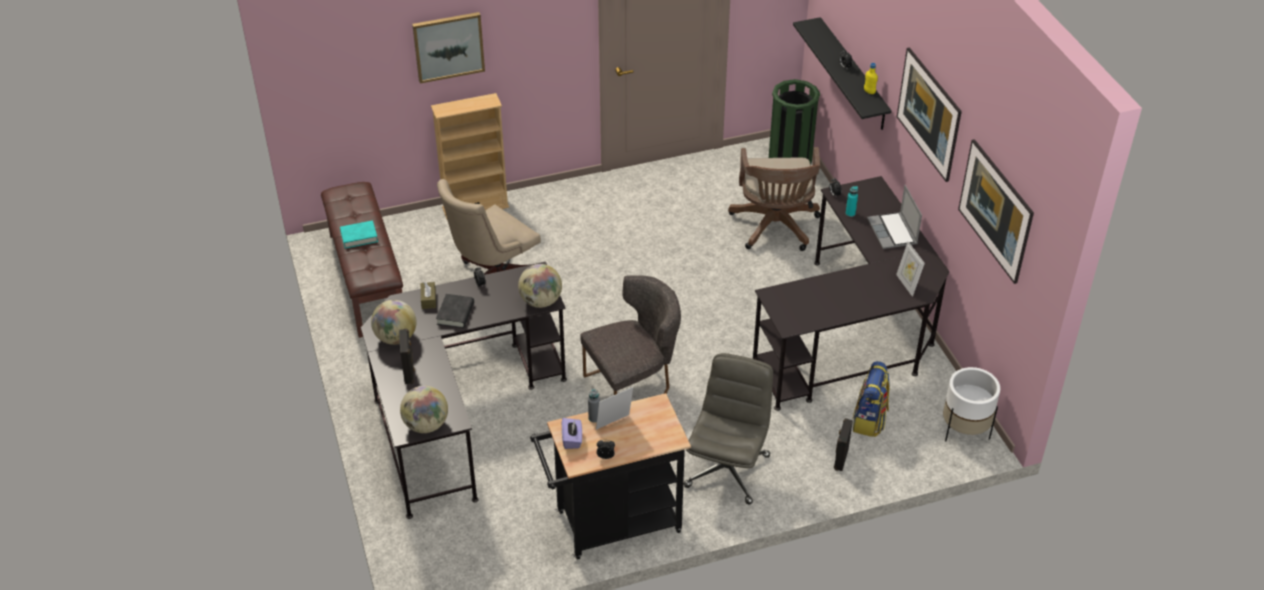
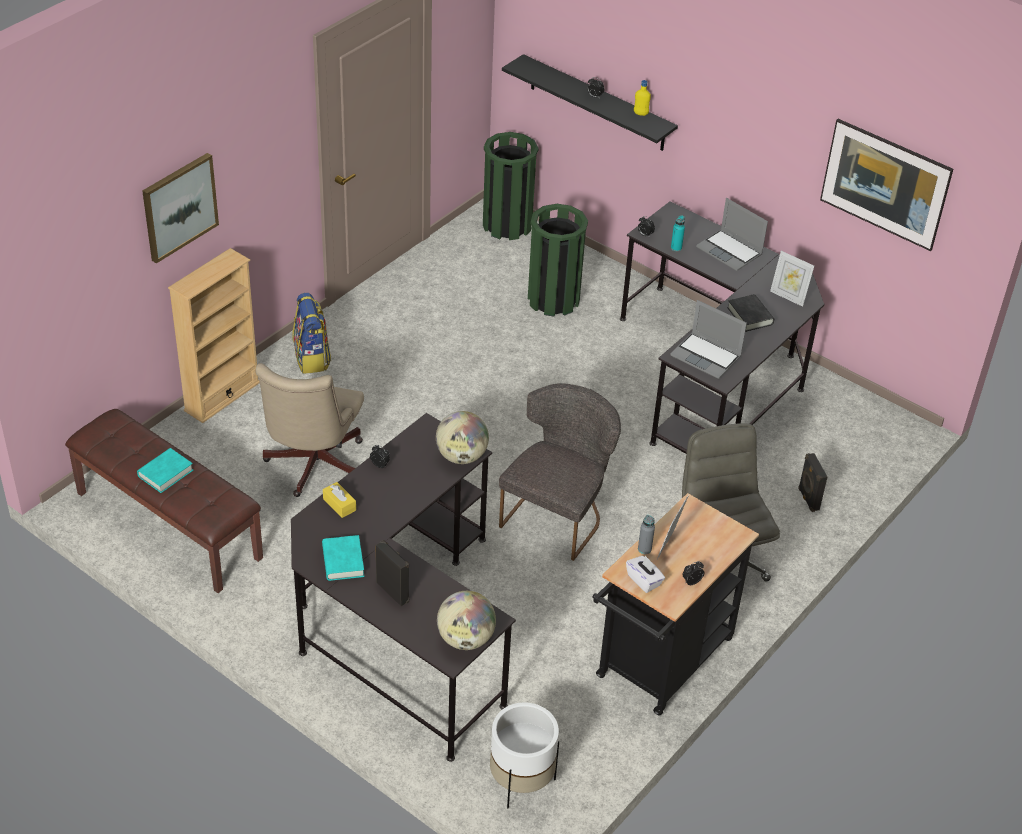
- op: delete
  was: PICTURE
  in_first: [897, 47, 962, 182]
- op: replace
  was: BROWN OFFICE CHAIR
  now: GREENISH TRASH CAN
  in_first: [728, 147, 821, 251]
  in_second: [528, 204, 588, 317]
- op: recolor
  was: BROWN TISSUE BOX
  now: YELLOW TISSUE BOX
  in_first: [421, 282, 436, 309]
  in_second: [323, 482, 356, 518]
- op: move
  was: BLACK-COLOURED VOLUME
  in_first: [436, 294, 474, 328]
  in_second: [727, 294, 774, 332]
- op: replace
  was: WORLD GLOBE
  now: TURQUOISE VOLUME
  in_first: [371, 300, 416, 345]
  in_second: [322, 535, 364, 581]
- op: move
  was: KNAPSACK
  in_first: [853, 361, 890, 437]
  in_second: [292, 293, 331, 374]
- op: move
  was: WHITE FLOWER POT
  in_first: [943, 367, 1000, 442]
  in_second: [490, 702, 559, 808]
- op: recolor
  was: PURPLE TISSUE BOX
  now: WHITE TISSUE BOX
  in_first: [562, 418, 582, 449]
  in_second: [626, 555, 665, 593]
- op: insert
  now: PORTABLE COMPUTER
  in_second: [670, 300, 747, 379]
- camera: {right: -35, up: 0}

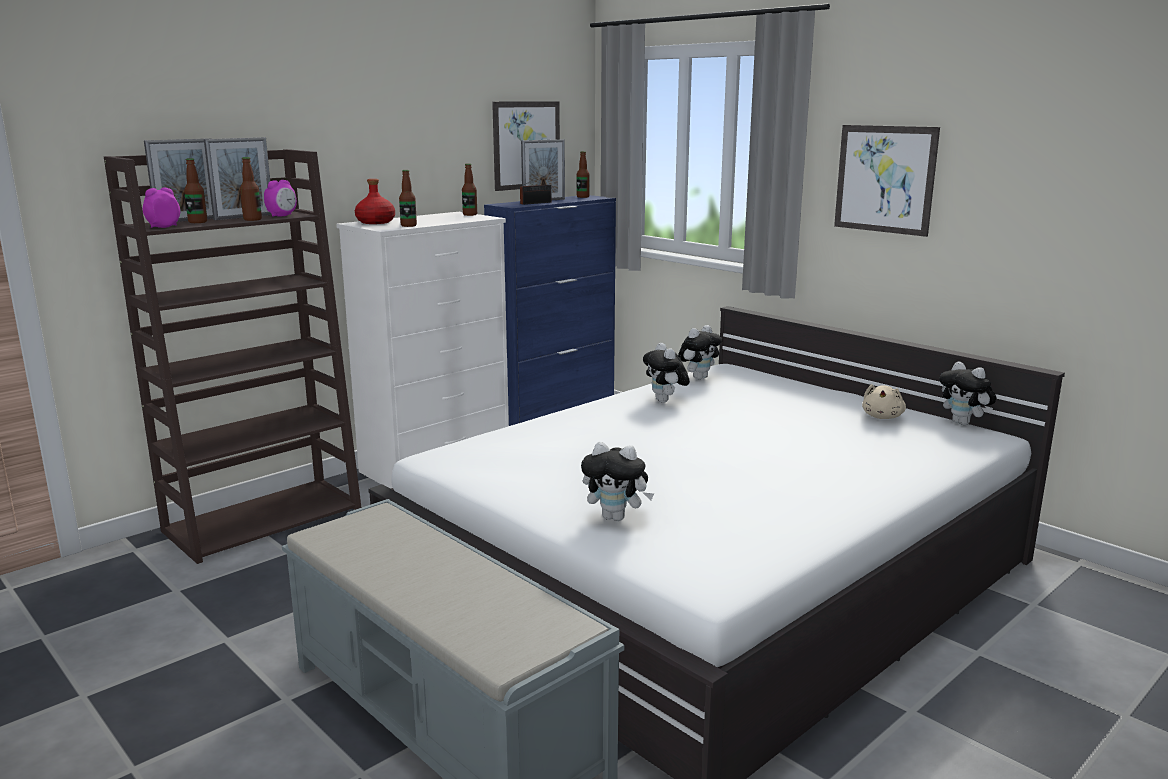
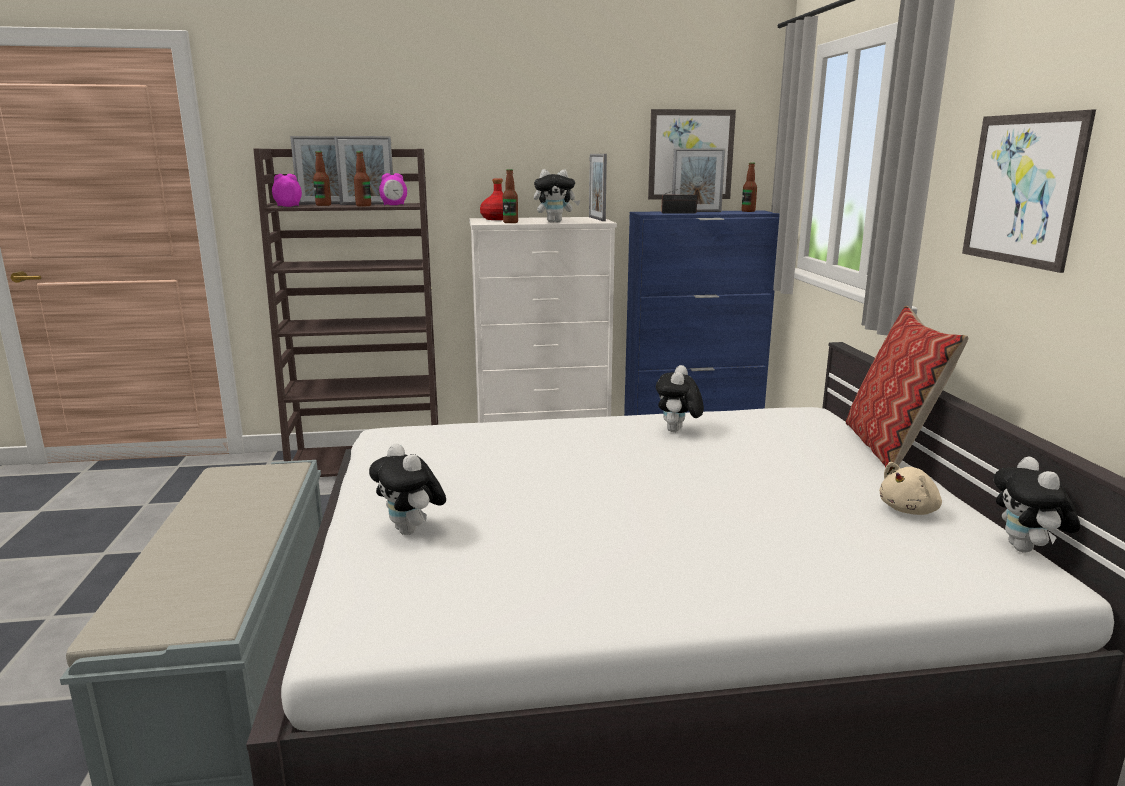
- op: replace
  was: BOTTLE
  now: PICTURE FRAME
  in_first: [462, 163, 477, 216]
  in_second: [589, 154, 607, 221]
- op: move
  was: CUDDLY TOY
  in_first: [678, 325, 722, 379]
  in_second: [534, 169, 580, 223]
- op: insert
  now: PILLOW
  in_second: [846, 306, 968, 468]
- camera: {right: 35, up: 0}

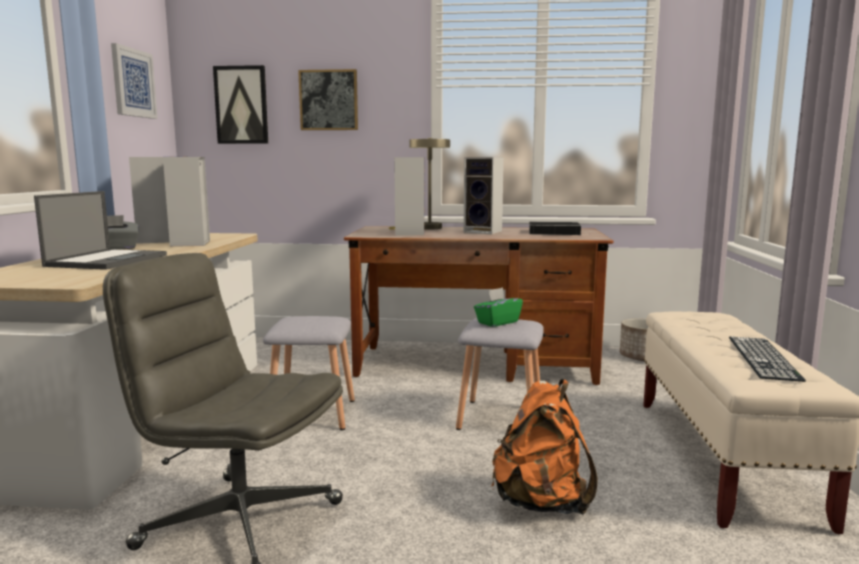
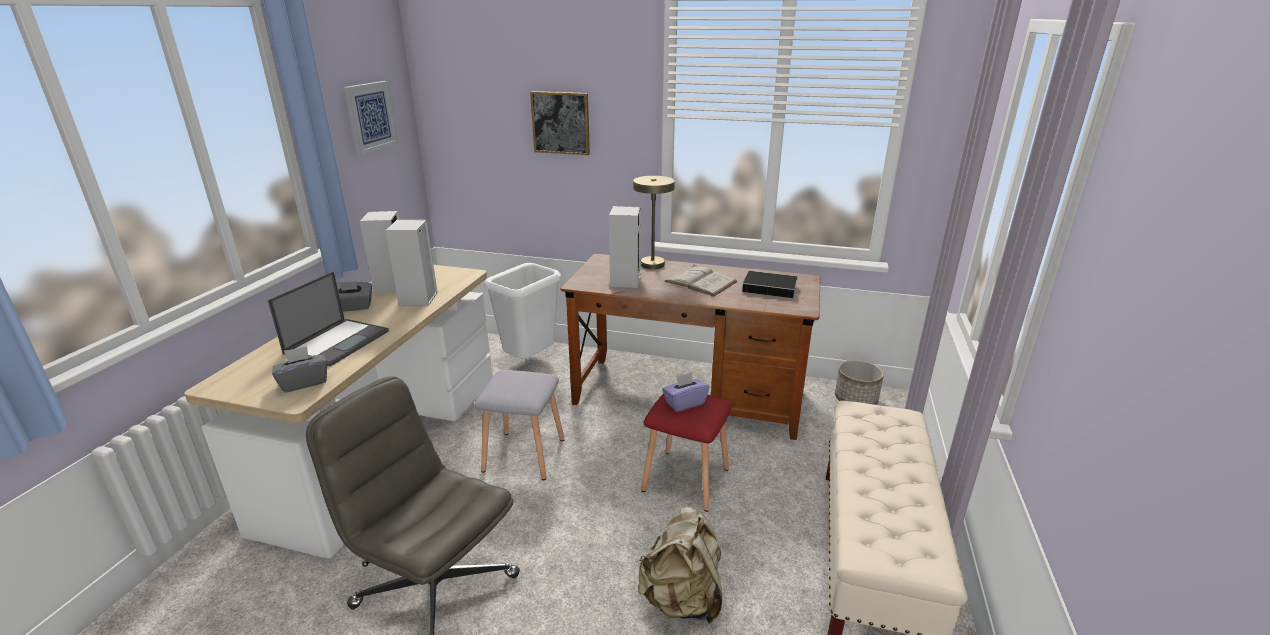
- op: delete
  was: PICTURE
  in_first: [213, 65, 268, 144]
- op: replace
  was: AUDIO SPEAKER
  now: WHITE VOLUME
  in_first: [464, 157, 504, 234]
  in_second: [664, 265, 738, 296]
- op: recolor
  was: GREENISH TISSUE BOX
  now: PURPLE TISSUE BOX
  in_first: [474, 288, 523, 327]
  in_second: [662, 372, 709, 412]
- op: recolor
  was: GREY SITTING STOOL
  now: RED SITTING STOOL
  in_first: [456, 318, 544, 430]
  in_second: [641, 393, 732, 512]
- op: delete
  was: COMPUTER KEYBOARD
  in_first: [729, 336, 806, 382]
- op: recolor
  was: ORANGE-COLOURED KNAPSACK
  now: BEIGE-COLOURED KNAPSACK
  in_first: [491, 379, 598, 515]
  in_second: [638, 507, 722, 624]
- op: insert
  now: WHITE TRASH CAN
  in_second: [484, 263, 561, 359]
- op: insert
  now: GREY TISSUE BOX
  in_second: [272, 346, 327, 392]
- camera: {right: 10, up: 15}

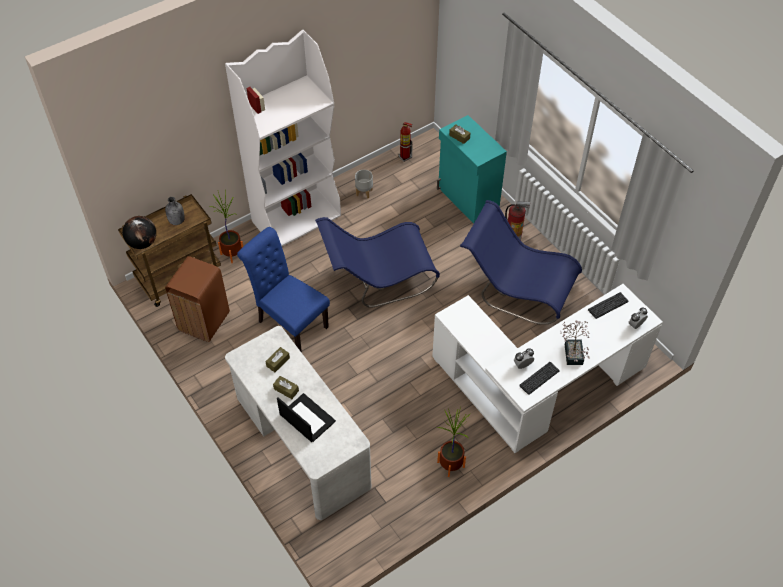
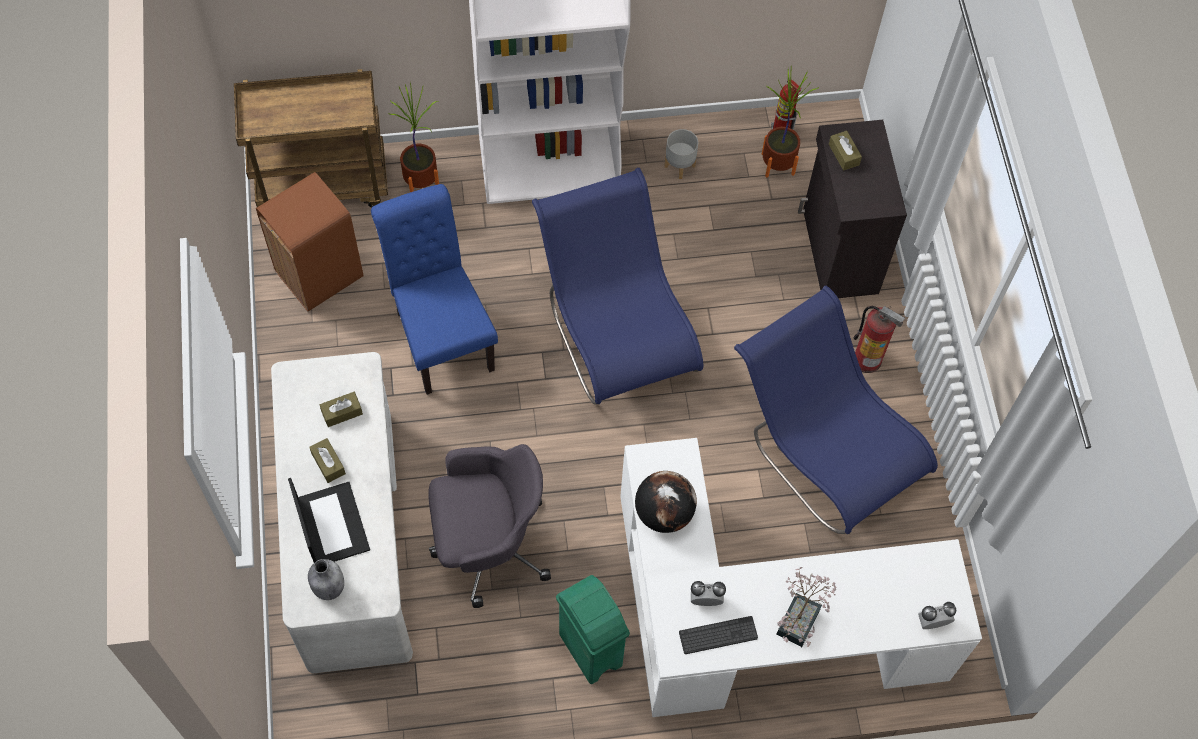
- op: recolor
  was: TURQUOISE CUPBOARD
  now: BLACK-COLOURED CUPBOARD
  in_first: [437, 115, 507, 224]
  in_second: [798, 120, 907, 298]
- op: move
  was: GREY BOTTLE
  in_first: [165, 197, 185, 225]
  in_second: [308, 559, 344, 600]
- op: move
  was: WORLD GLOBE
  in_first: [122, 216, 156, 249]
  in_second: [635, 471, 697, 533]
- op: rotate
  was: BLUE-COLOURED PLAIN CHAIR
  in_first: [315, 217, 440, 308]
  in_second: [532, 168, 703, 405]
  clockwise: 60
- op: delete
  was: COMPUTER KEYBOARD
  in_first: [588, 292, 628, 319]
- op: move
  was: POTTED PLANT
  in_first: [437, 407, 470, 477]
  in_second: [762, 69, 819, 177]
- op: insert
  now: GREY OFFICE CHAIR
  in_second: [428, 444, 551, 608]
- op: insert
  now: GREENISH TRASH CAN
  in_second: [556, 575, 630, 684]
- camera: {right: 25, up: 10}

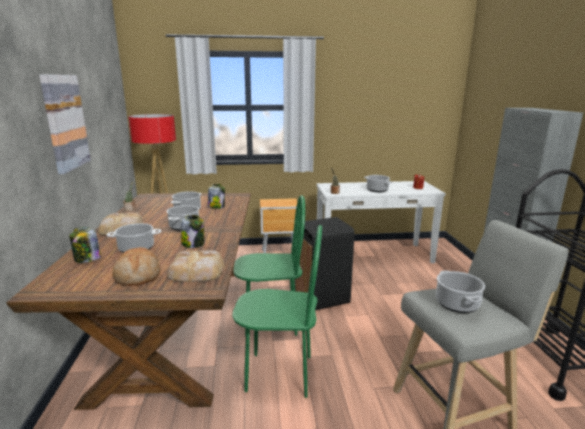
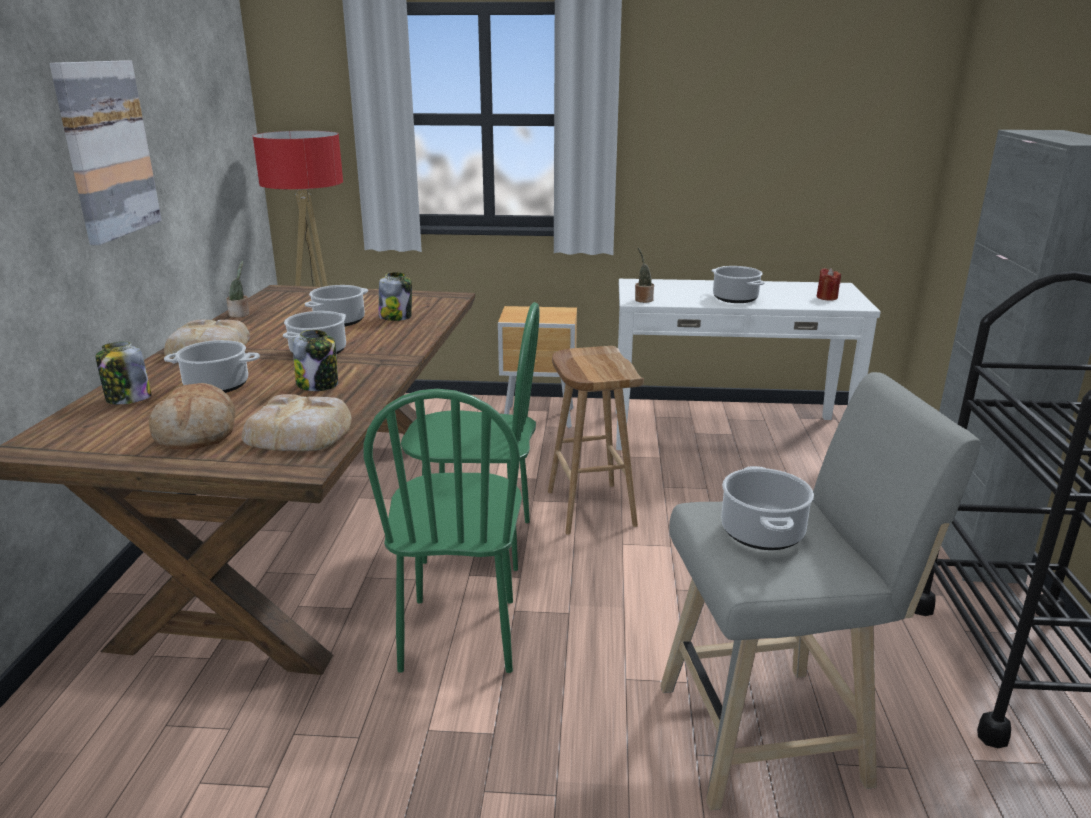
- op: replace
  was: BLACK-COLOURED TRASH CAN
  now: BROWN SITTING STOOL
  in_first: [295, 217, 354, 310]
  in_second: [548, 346, 644, 535]
- op: rotate
  was: GREENISH PLAIN CHAIR
  in_first: [232, 225, 322, 398]
  in_second: [364, 389, 522, 673]
  clockwise: 75
- camera: {right: 10, up: 5}

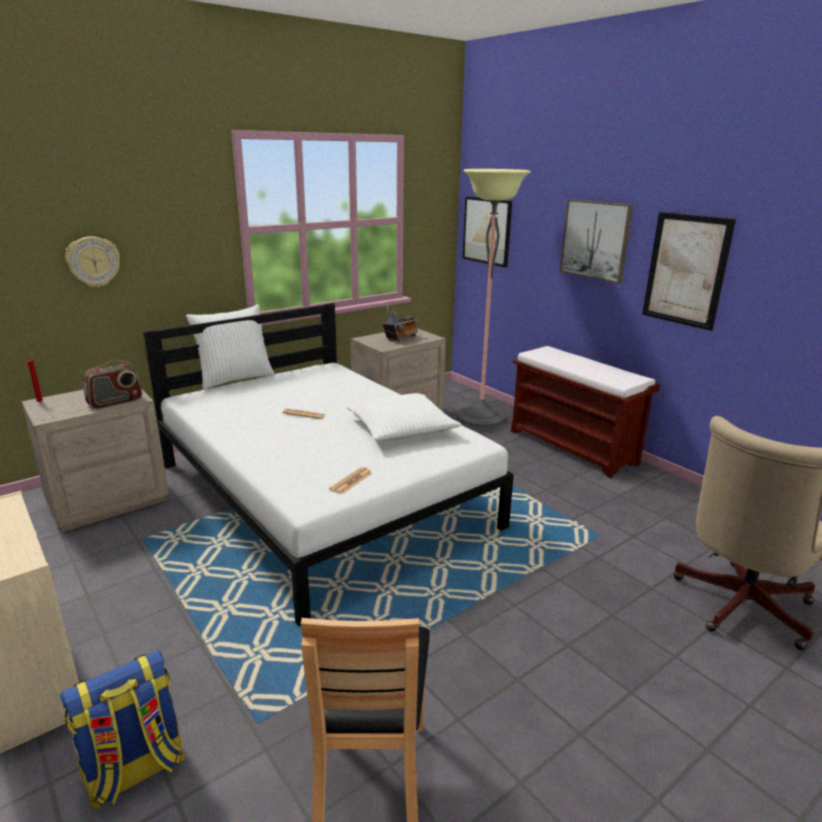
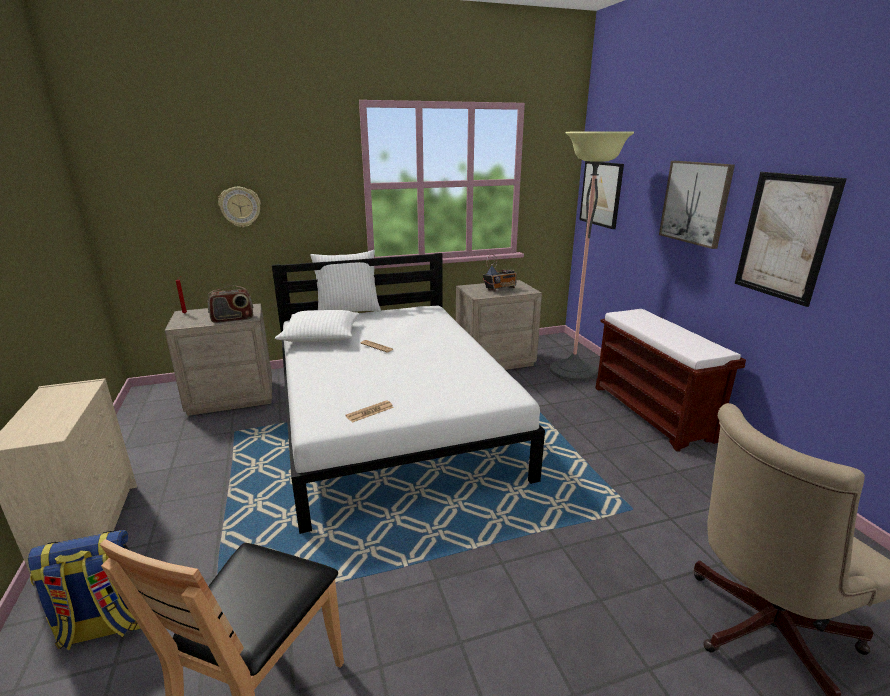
- op: move
  was: WHITE PILLOW
  in_first: [346, 393, 462, 441]
  in_second: [275, 310, 359, 342]
- camera: {right: 20, up: 0}

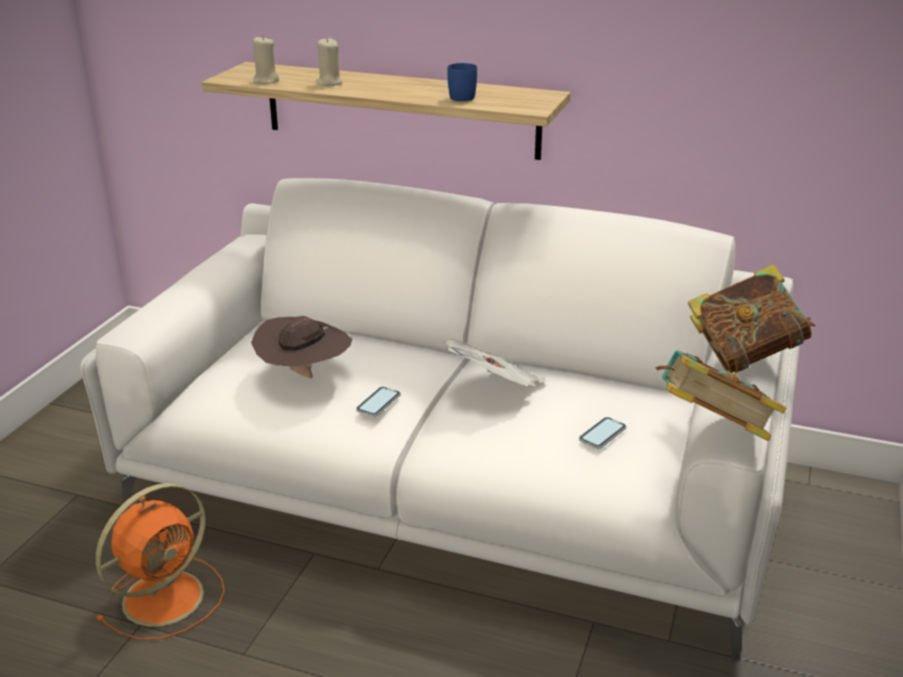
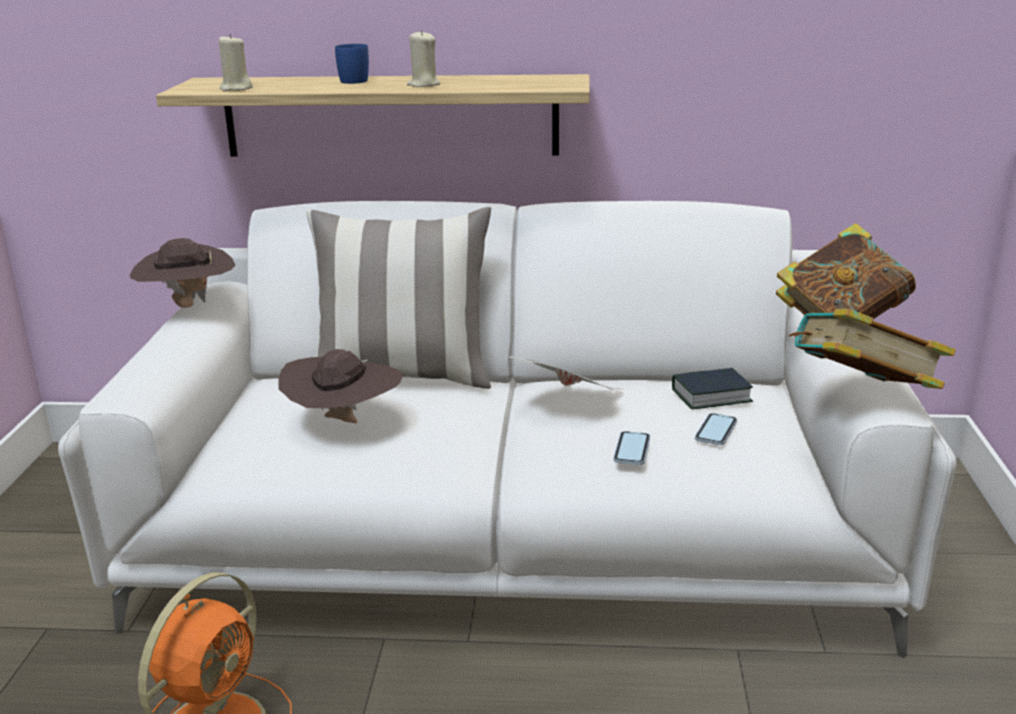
- op: move
  was: BEIGE-COLOURED WAX LIGHT
  in_first: [316, 38, 342, 86]
  in_second: [407, 30, 441, 87]
- op: move
  was: BLUE-COLOURED COFFEE MUG
  in_first: [447, 63, 477, 101]
  in_second: [335, 44, 369, 84]
- op: move
  was: TELEPHONE
  in_first: [356, 387, 400, 417]
  in_second: [613, 431, 650, 465]
- op: insert
  now: PILLOW
  in_second: [306, 207, 491, 389]
- op: insert
  now: BROWN WEARABLE HAT
  in_second: [130, 238, 235, 308]
- op: insert
  now: VOLUME
  in_second: [672, 368, 753, 409]
- camera: {right: -15, up: -5}

